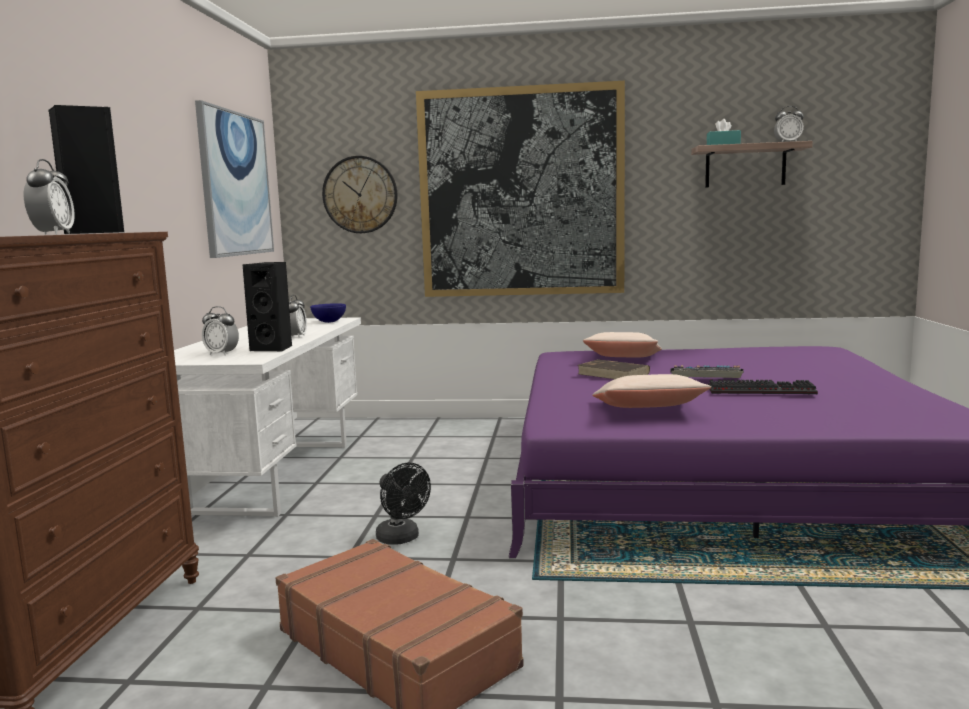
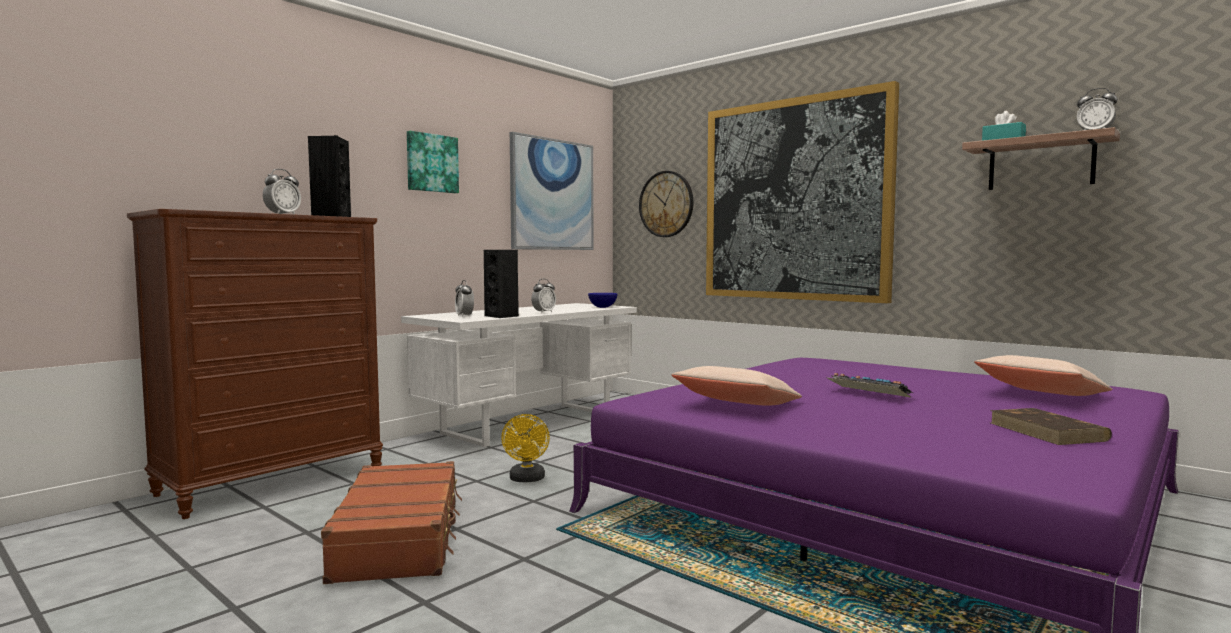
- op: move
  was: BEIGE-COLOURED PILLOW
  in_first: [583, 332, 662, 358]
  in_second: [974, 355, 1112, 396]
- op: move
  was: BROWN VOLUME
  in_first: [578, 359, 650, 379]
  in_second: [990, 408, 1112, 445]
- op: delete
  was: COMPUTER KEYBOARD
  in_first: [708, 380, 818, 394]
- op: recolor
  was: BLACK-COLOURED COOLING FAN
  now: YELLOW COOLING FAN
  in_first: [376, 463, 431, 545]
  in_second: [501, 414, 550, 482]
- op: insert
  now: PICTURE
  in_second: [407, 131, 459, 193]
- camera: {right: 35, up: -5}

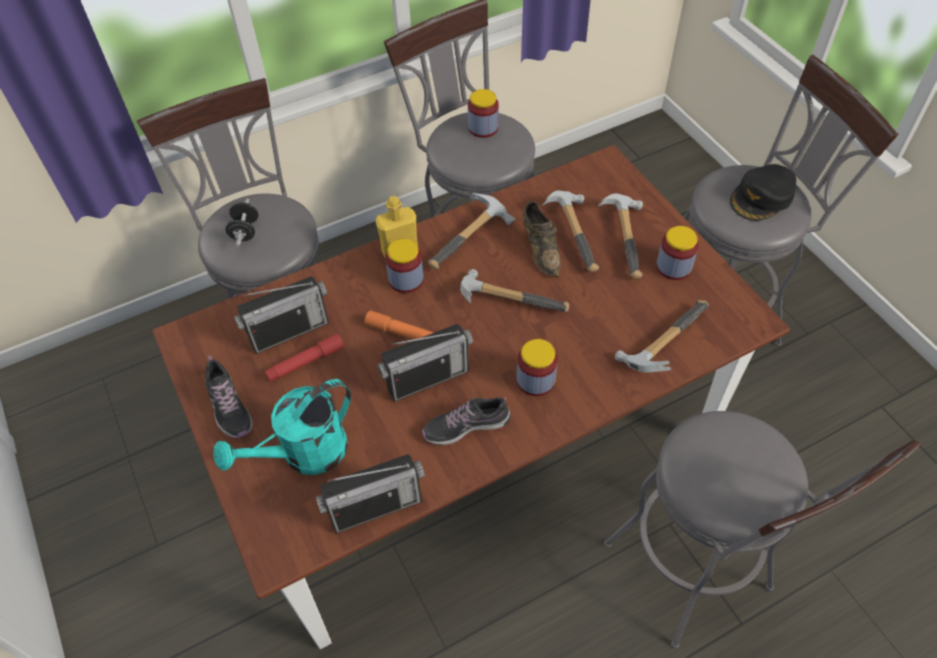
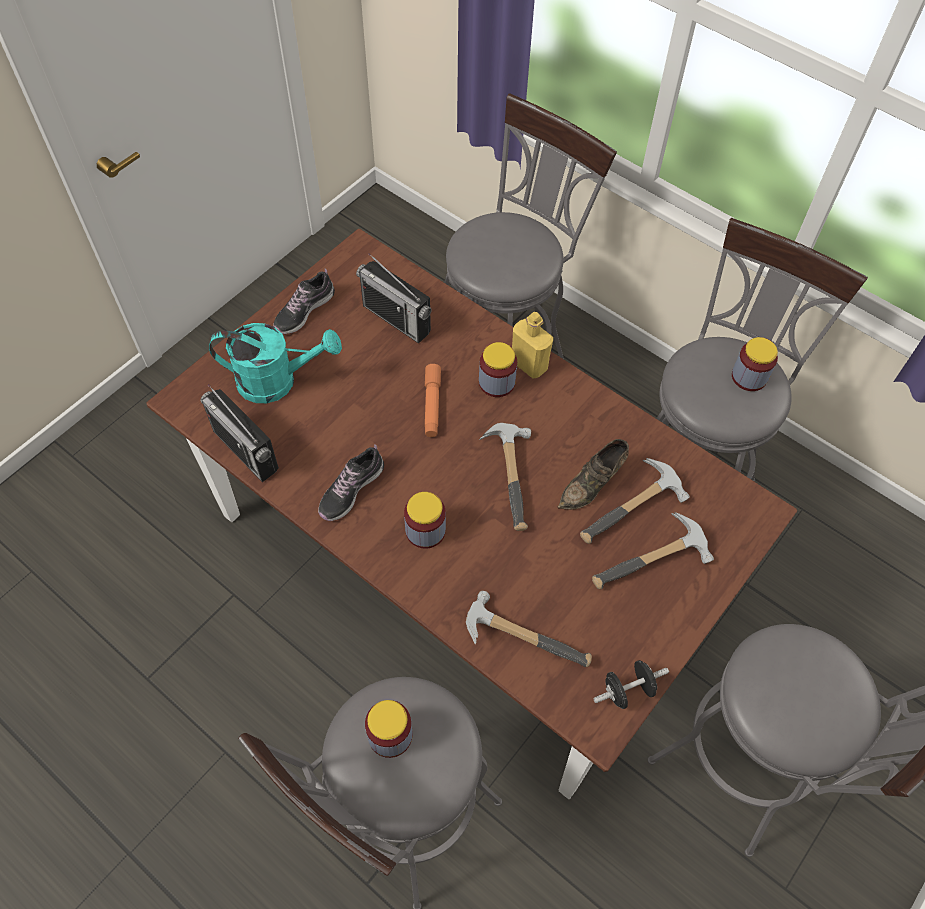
- op: delete
  was: BLACK-COLOURED CAP
  in_first: [730, 164, 796, 221]
- op: delete
  was: HAMMER
  in_first: [428, 193, 515, 270]
- op: move
  was: BLACK-COLOURED DUMBBELL
  in_first: [226, 198, 258, 246]
  in_second: [593, 660, 669, 709]
- op: move
  was: PRESERVE JAR
  in_first: [656, 226, 699, 280]
  in_second: [365, 700, 413, 758]
- op: delete
  was: RADIO
  in_first: [377, 324, 473, 402]
- op: delete
  was: RED FLASHLIGHT
  in_first: [264, 333, 344, 382]
- op: rotate
  was: TURQUOISE SPRINKLING CAN
  in_first: [213, 379, 351, 475]
  in_second: [209, 323, 342, 403]
  clockwise: 150
- op: rotate
  was: ITEM OF FOOTWEAR
  in_first: [422, 397, 511, 445]
  in_second: [318, 444, 384, 521]
  clockwise: -105
- camera: {right: 65, up: 5}

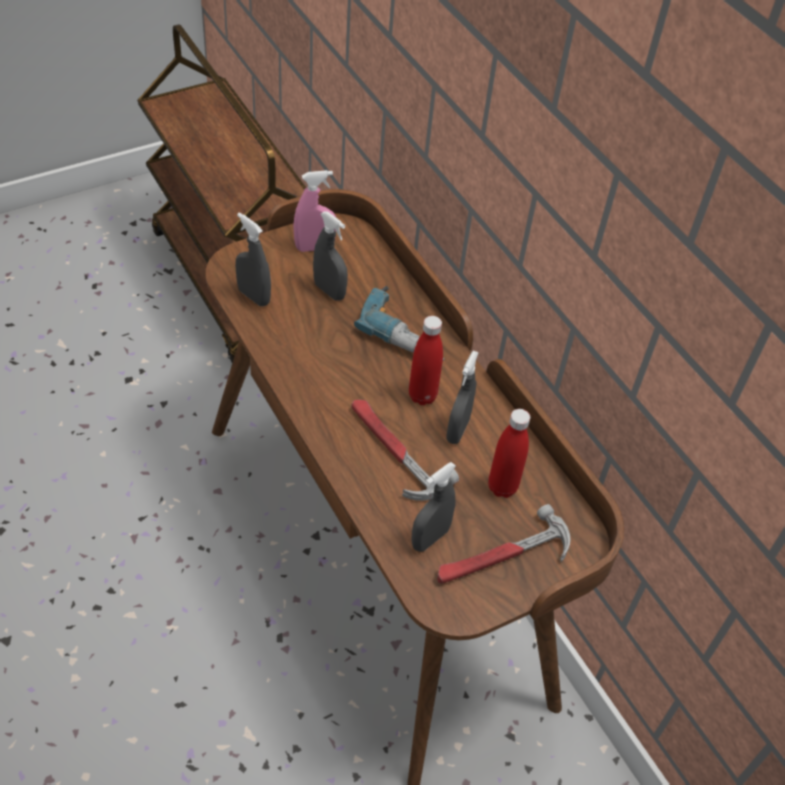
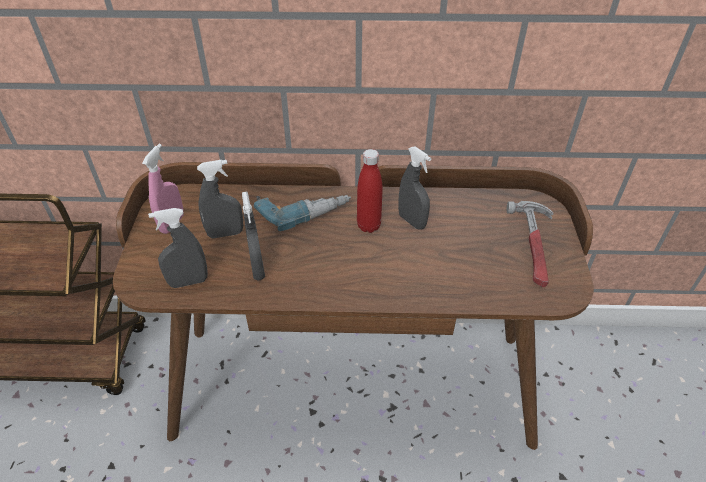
- op: delete
  was: HAMMER
  in_first: [351, 400, 459, 501]
- op: delete
  was: RED BOTTLE
  in_first: [488, 409, 530, 498]
- op: move
  was: GREY HAND SPRAYER
  in_first: [411, 462, 456, 552]
  in_second: [242, 192, 265, 280]
- camera: {right: -55, up: -5}

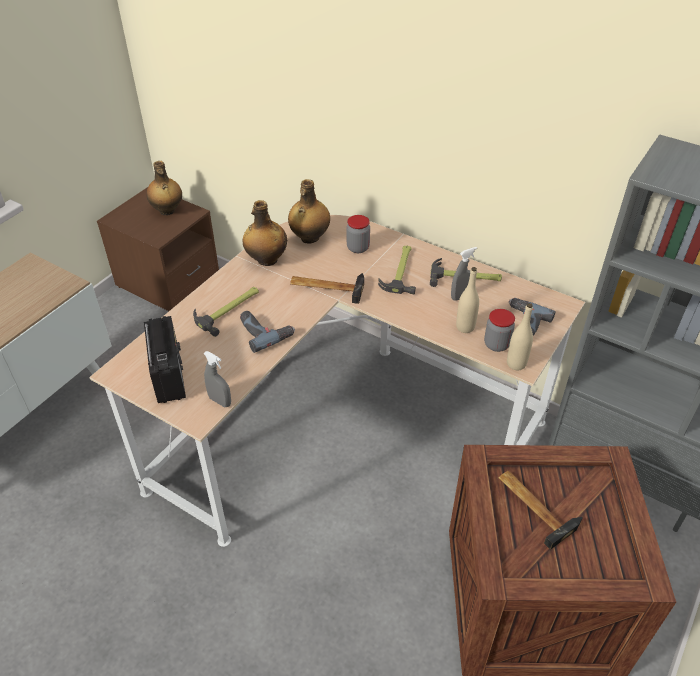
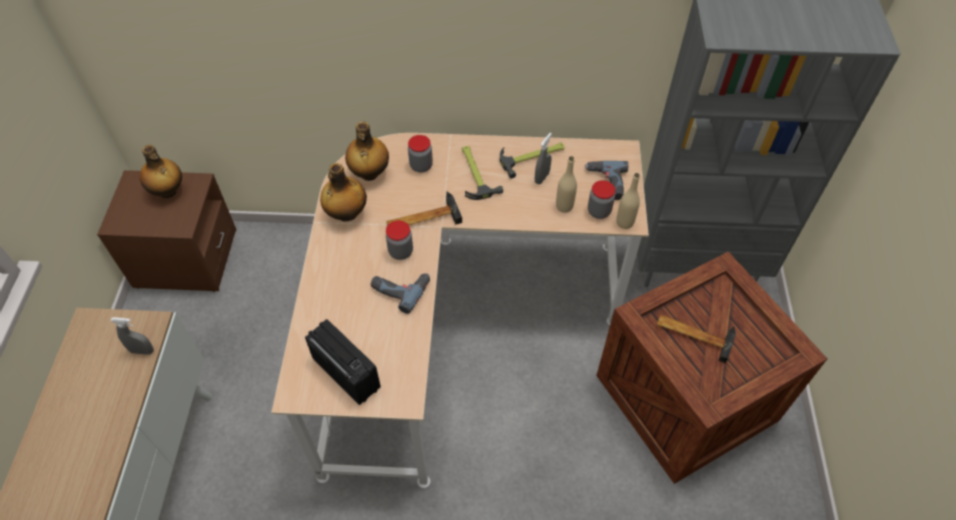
- op: delete
  was: HAMMER
  in_first: [193, 287, 259, 337]
- op: move
  was: GREY HAND SPRAYER
  in_first: [203, 351, 231, 407]
  in_second: [110, 317, 154, 355]
- op: insert
  now: PRESERVE JAR
  in_second: [386, 221, 413, 260]
- camera: {right: -30, up: 10}

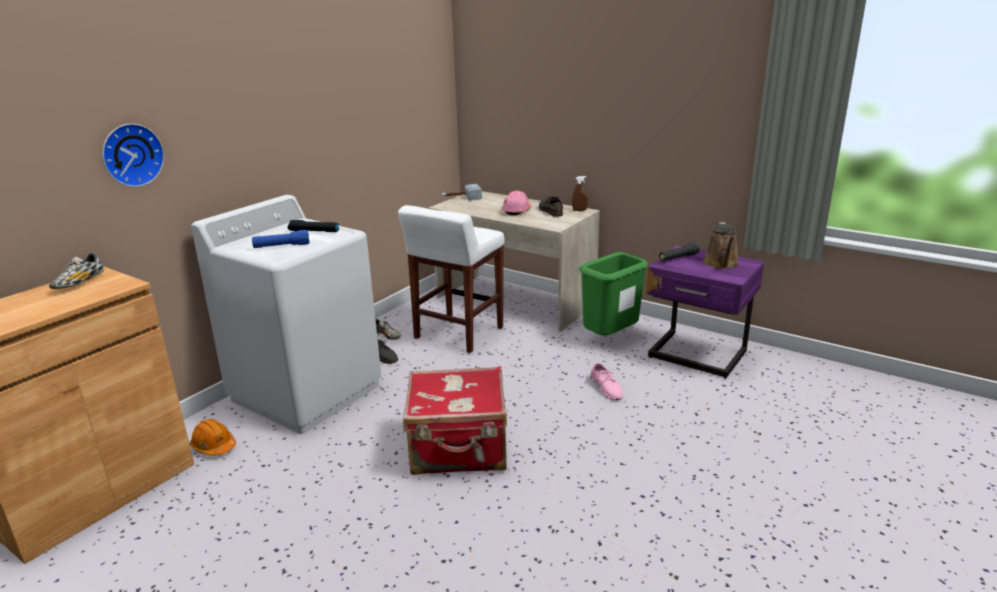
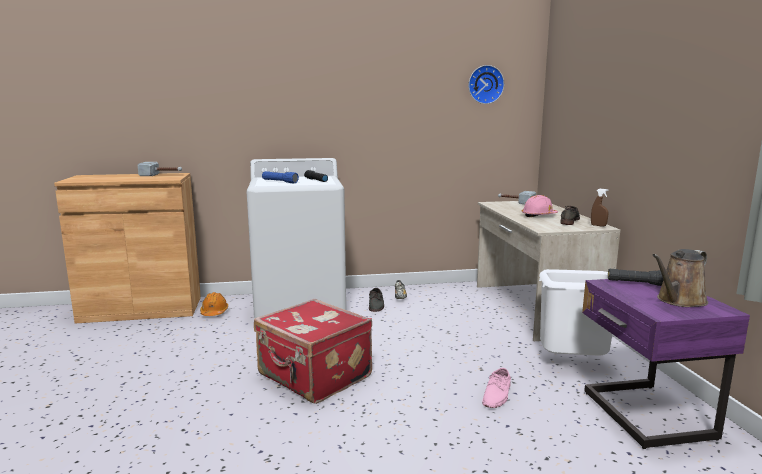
- op: move
  was: CLOCK ON THE WALL
  in_first: [102, 124, 164, 187]
  in_second: [468, 65, 504, 104]
- op: delete
  was: WHITE SITTING STOOL
  in_first: [398, 205, 505, 353]
- op: recolor
  was: GREENISH TRASH CAN
  now: WHITE TRASH CAN
  in_first: [579, 252, 648, 336]
  in_second: [539, 269, 612, 355]
- op: replace
  was: ITEM OF FOOTWEAR
  now: HAMMER
  in_first: [49, 253, 104, 289]
  in_second: [138, 162, 182, 176]
- camera: {right: 45, up: -10}

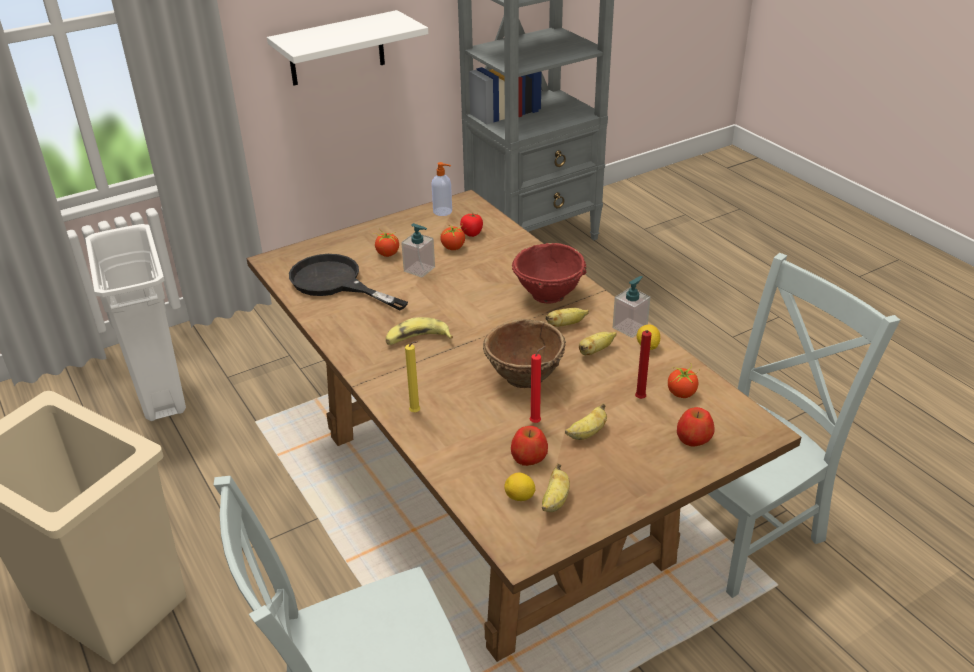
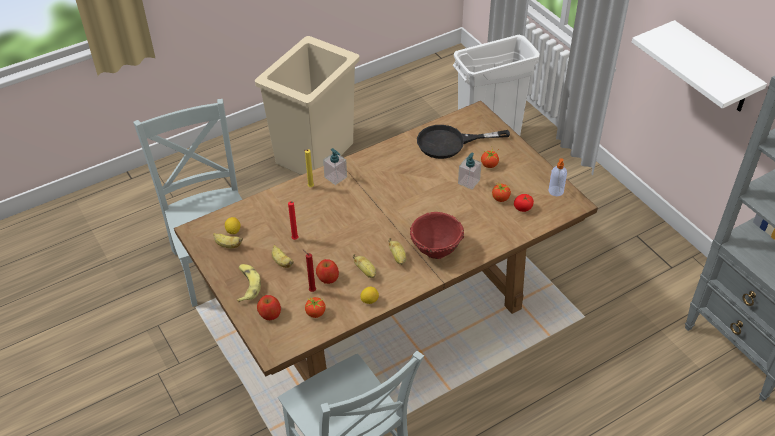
- op: rotate
  was: BLACK-COLOURED SKILLET
  in_first: [289, 254, 408, 311]
  in_second: [417, 125, 510, 159]
  clockwise: -135
- op: move
  was: SOAP BOTTLE
  in_first: [613, 276, 650, 338]
  in_second: [323, 148, 347, 185]
- op: move
  was: BANANA
  in_first: [385, 317, 453, 345]
  in_second: [237, 264, 261, 302]
- op: delete
  was: BROWN BOWL
  in_first: [483, 319, 566, 388]
- op: move
  was: APPLE FRUIT
  in_first: [511, 426, 548, 466]
  in_second: [316, 259, 339, 284]
- camera: {right: 90, up: 10}

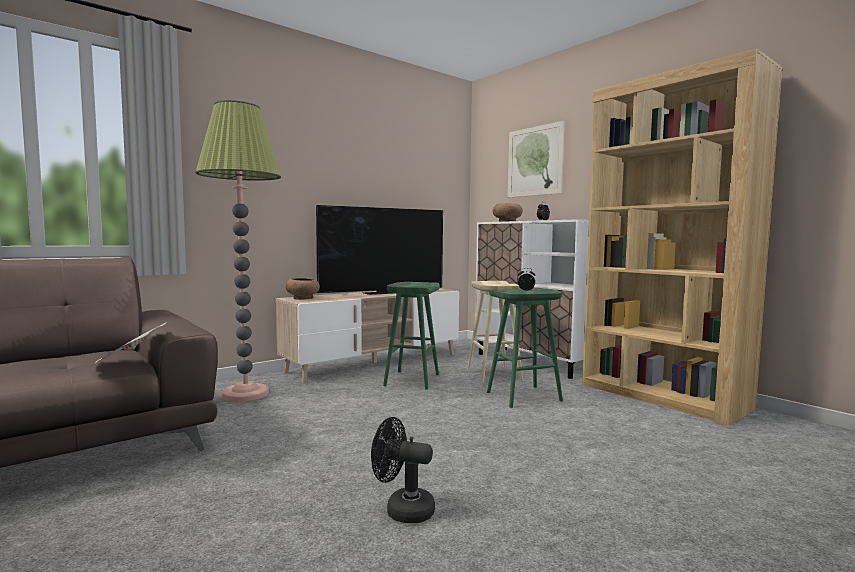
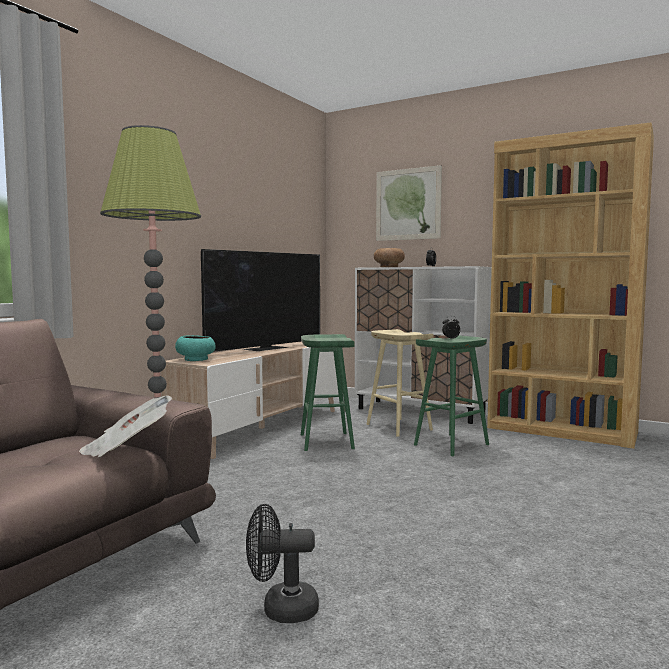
- op: recolor
  was: BROWN BOWL
  now: TURQUOISE BOWL
  in_first: [286, 278, 320, 300]
  in_second: [175, 335, 216, 361]
- op: move
  was: BLACK-COLOURED COOLING FAN
  in_first: [371, 417, 435, 523]
  in_second: [246, 504, 319, 623]
- camera: {right: -20, up: 0}

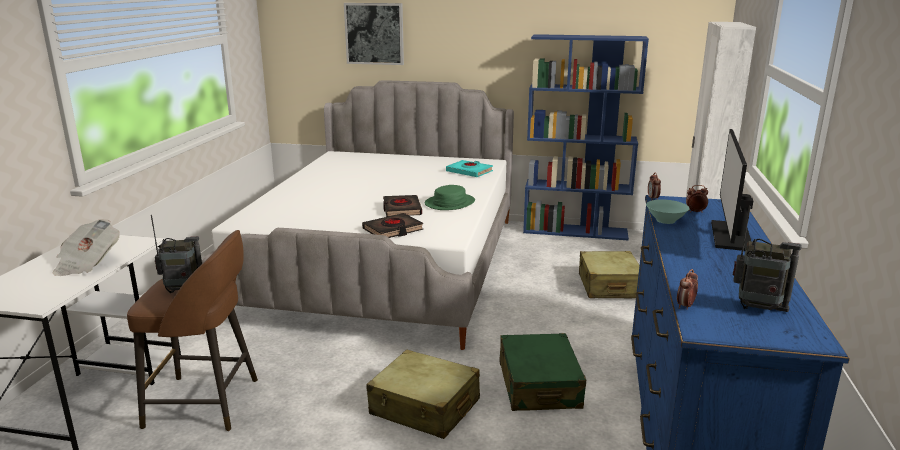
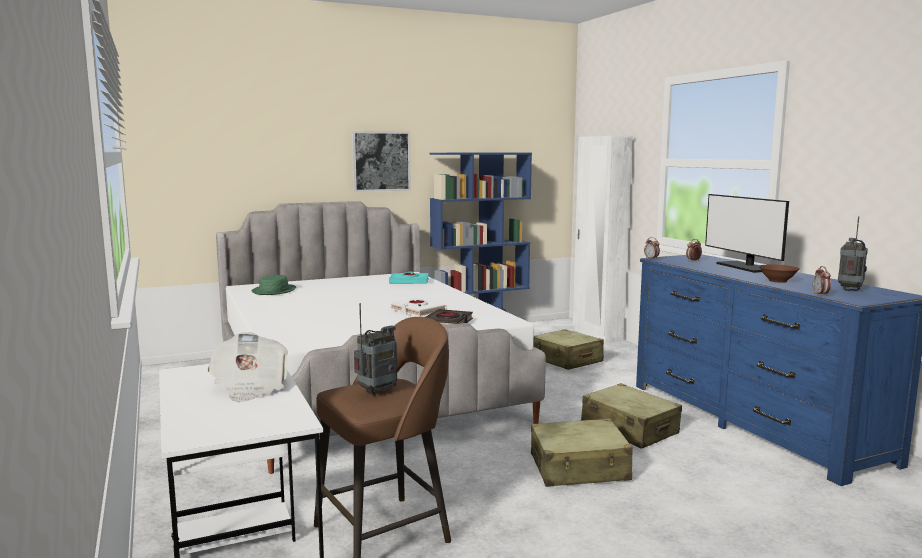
- op: move
  was: PICTURE
  in_first: [344, 3, 404, 65]
  in_second: [352, 131, 411, 192]
- op: move
  was: GREENISH WEARABLE HAT
  in_first: [425, 185, 475, 210]
  in_second: [252, 275, 296, 295]
- op: recolor
  was: BLACK-COLOURED VOLUME
  now: WHITE VOLUME
  in_first: [383, 195, 422, 217]
  in_second: [390, 298, 447, 317]
- op: delete
  was: TURQUOISE BOWL
  in_first: [646, 200, 690, 224]
- op: rotate
  was: RADIO
  in_first: [733, 206, 802, 312]
  in_second: [838, 216, 868, 291]
  clockwise: -45
- op: recolor
  was: GREENISH SUITCASE
  now: BEIGE-COLOURED SUITCASE
  in_first: [499, 333, 586, 411]
  in_second: [581, 383, 682, 449]
- op: insert
  now: BROWN BOWL
  in_second: [759, 264, 799, 283]
- camera: {right: -35, up: -10}

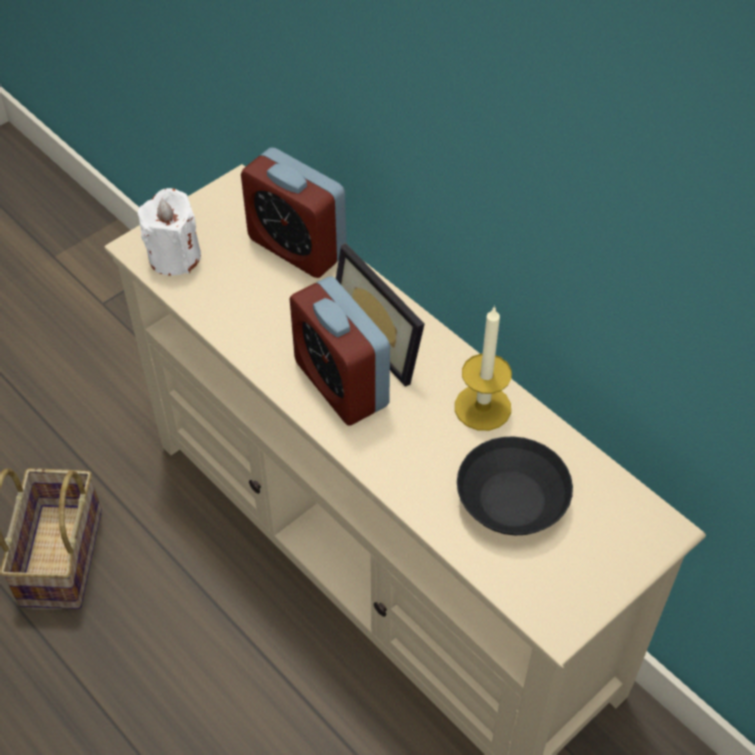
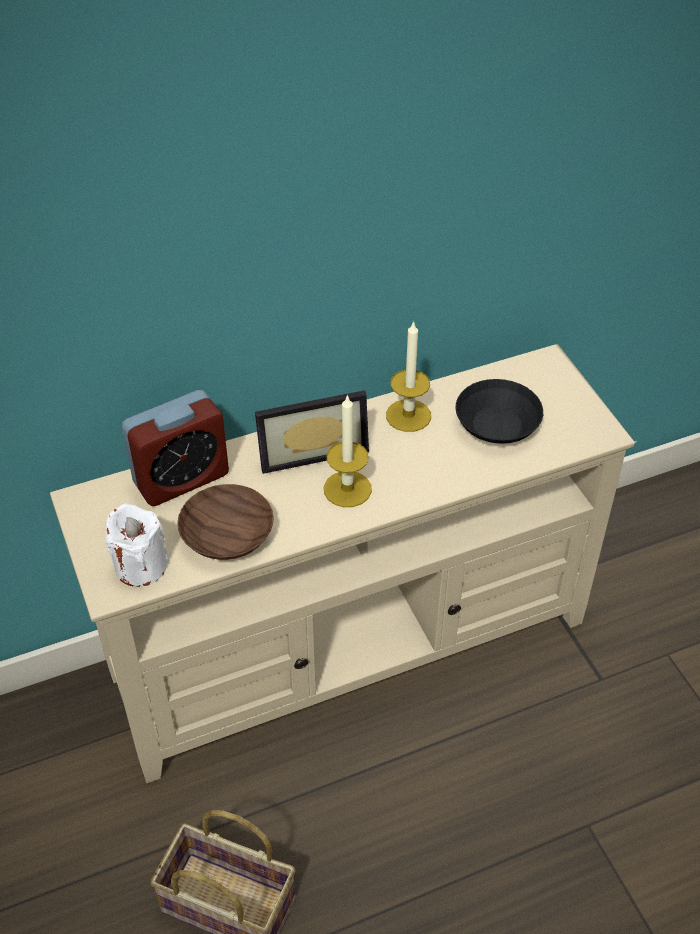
- op: replace
  was: TABLE CLOCK
  now: WAX LIGHT
  in_first: [289, 276, 390, 426]
  in_second: [324, 394, 372, 507]
- op: insert
  now: BROWN BOWL
  in_second: [177, 484, 274, 560]
- camera: {right: -70, up: -5}

